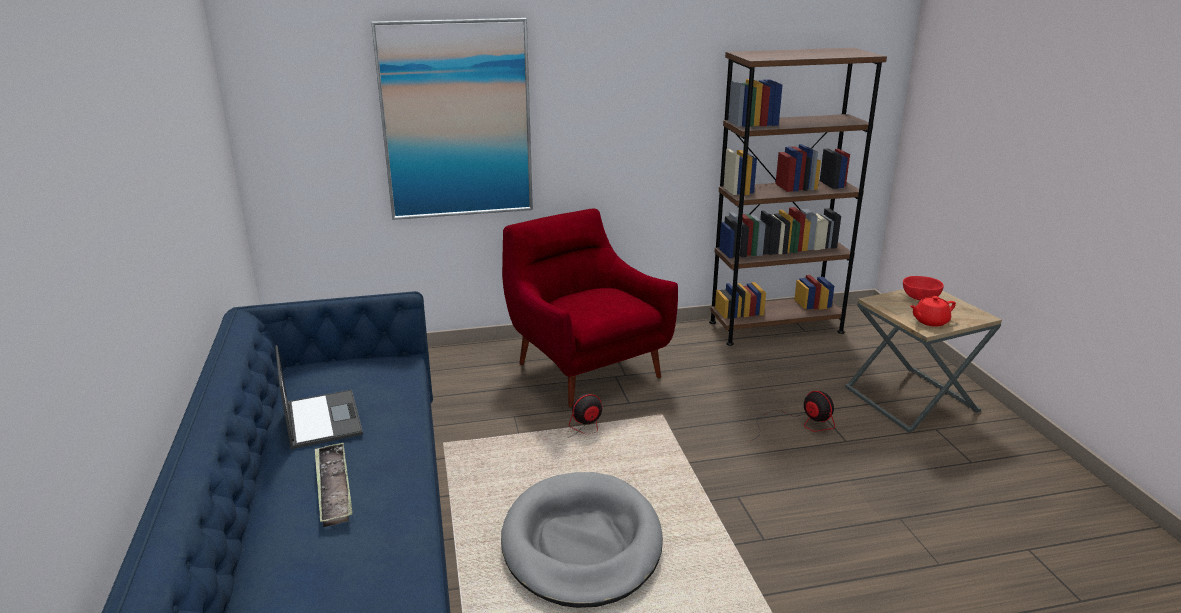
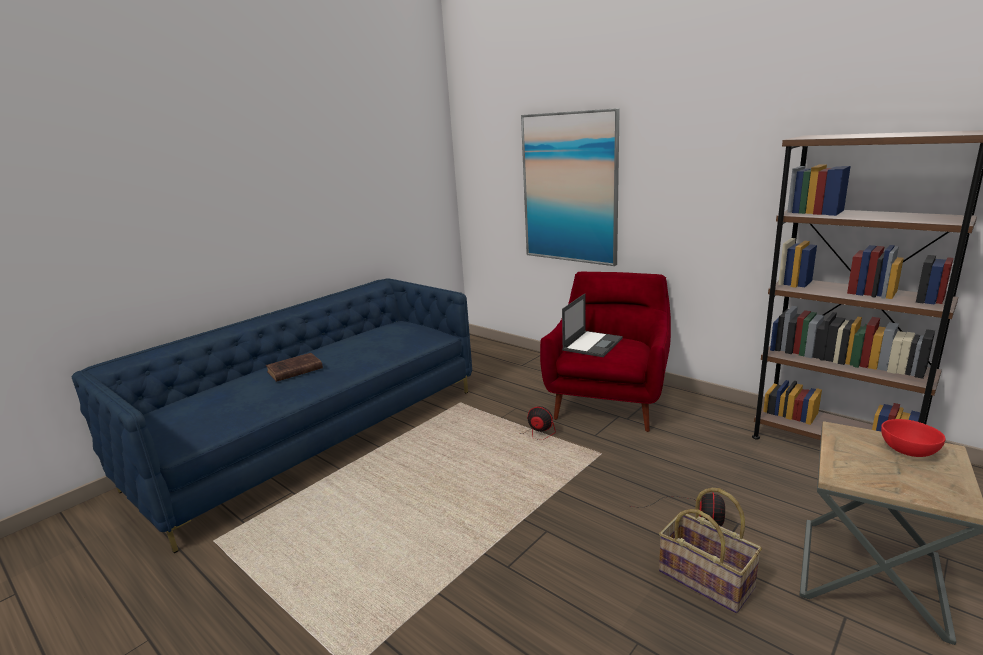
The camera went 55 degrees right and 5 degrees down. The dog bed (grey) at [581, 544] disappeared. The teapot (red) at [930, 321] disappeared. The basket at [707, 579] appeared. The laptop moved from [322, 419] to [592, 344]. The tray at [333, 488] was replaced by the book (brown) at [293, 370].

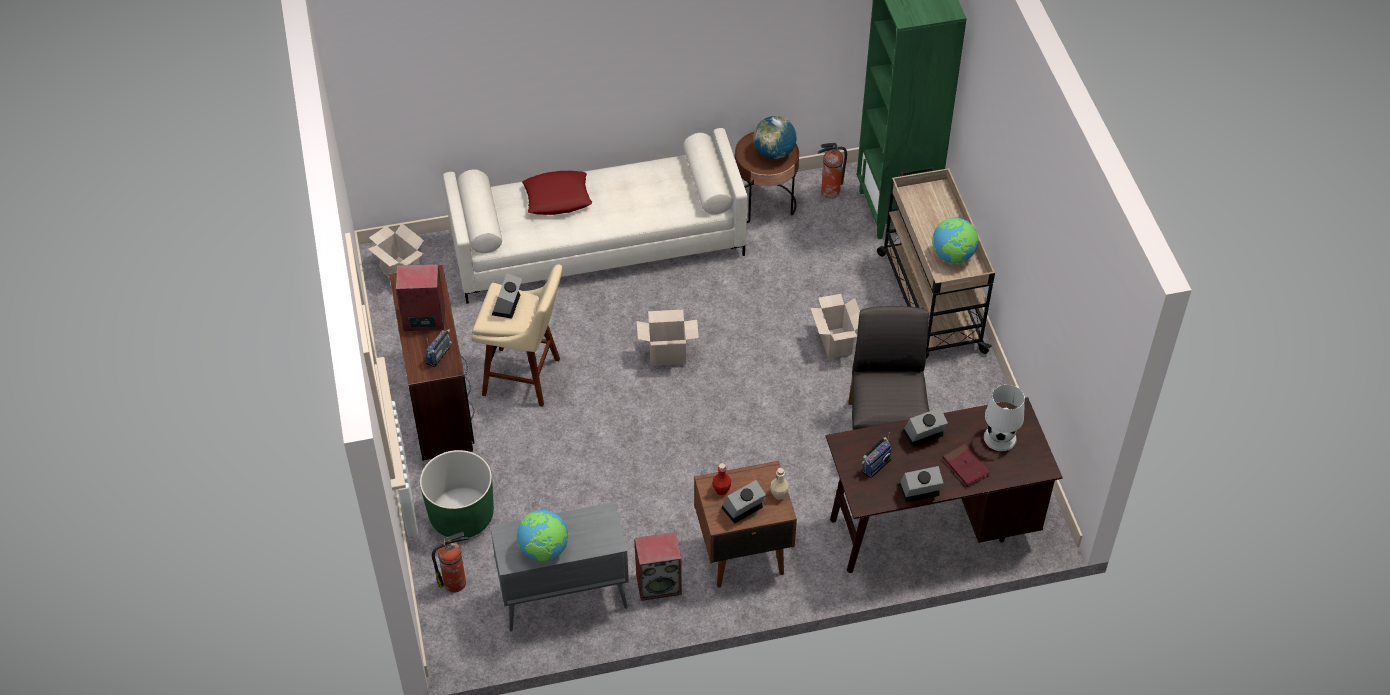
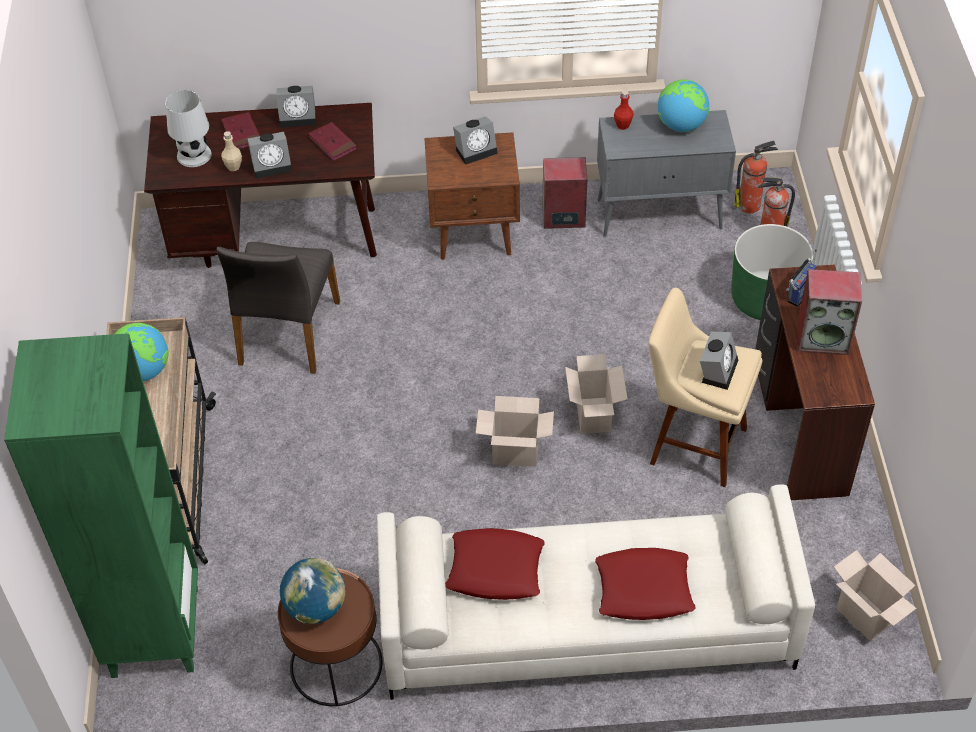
The camera went 170 degrees left and 0 degrees up. The pillow (red) at [495, 569] appeared. The bottle (red) moved from [721, 490] to [623, 125]. The bottle (beige) moved from [779, 495] to [233, 167]. The cardboard box moved from [834, 342] to [594, 417]. The fire extinguisher moved from [829, 192] to [750, 205]. The radio at [875, 465] was replaced by the book (red) at [333, 143].

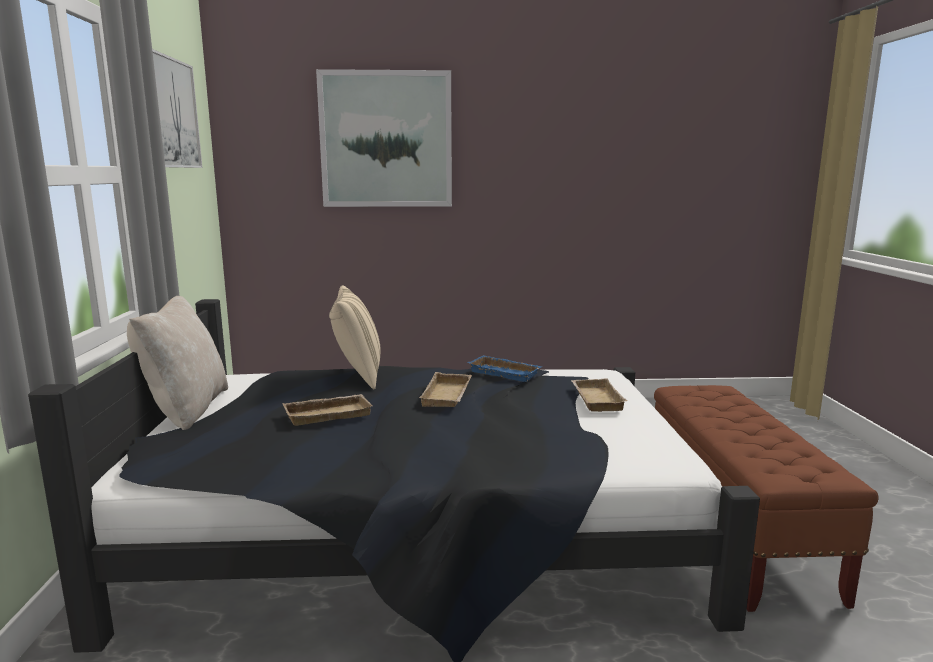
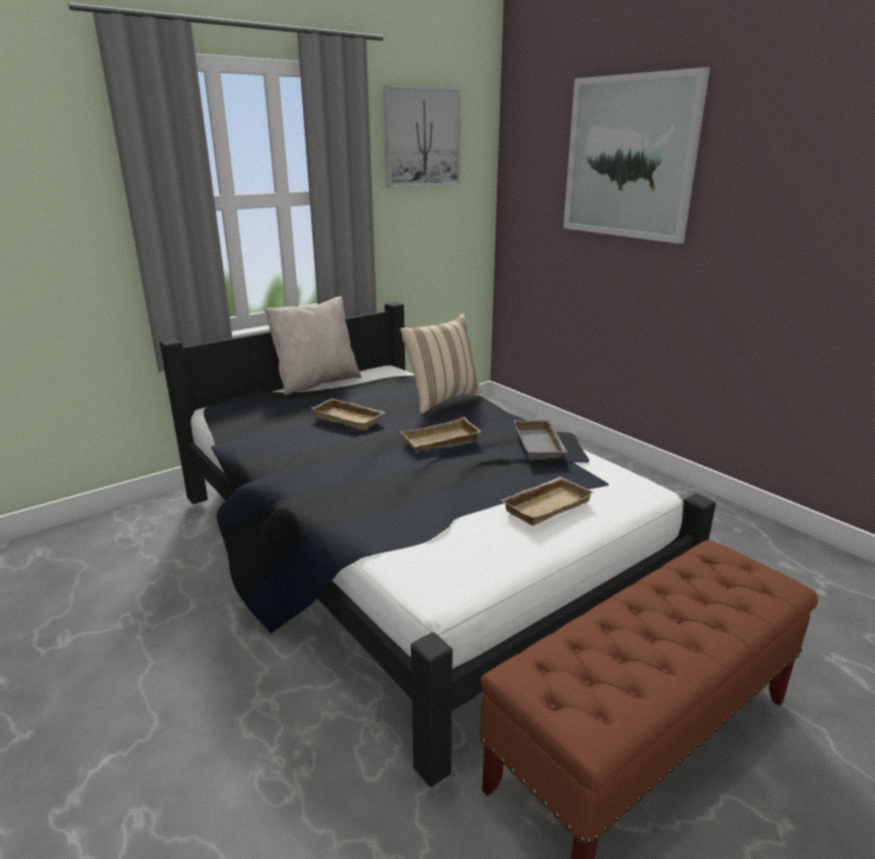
The camera went 55 degrees right and 10 degrees up. The tray (blue) at [506, 373] became the tray (grey) at [541, 444].

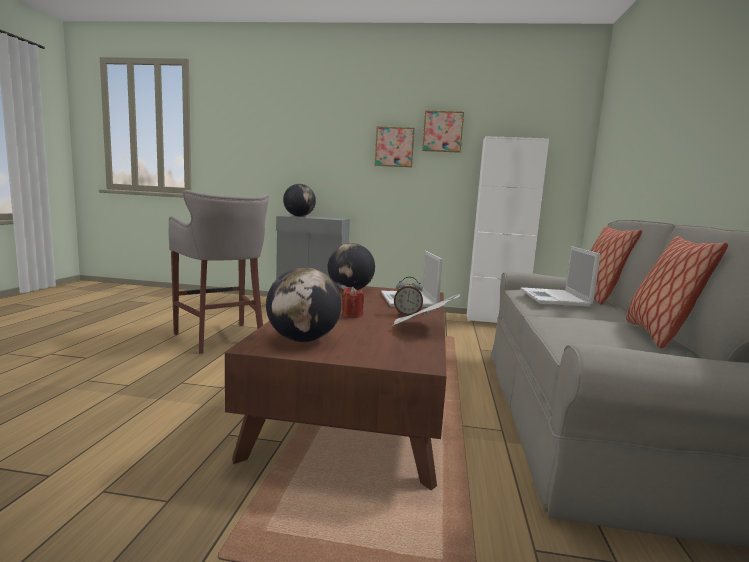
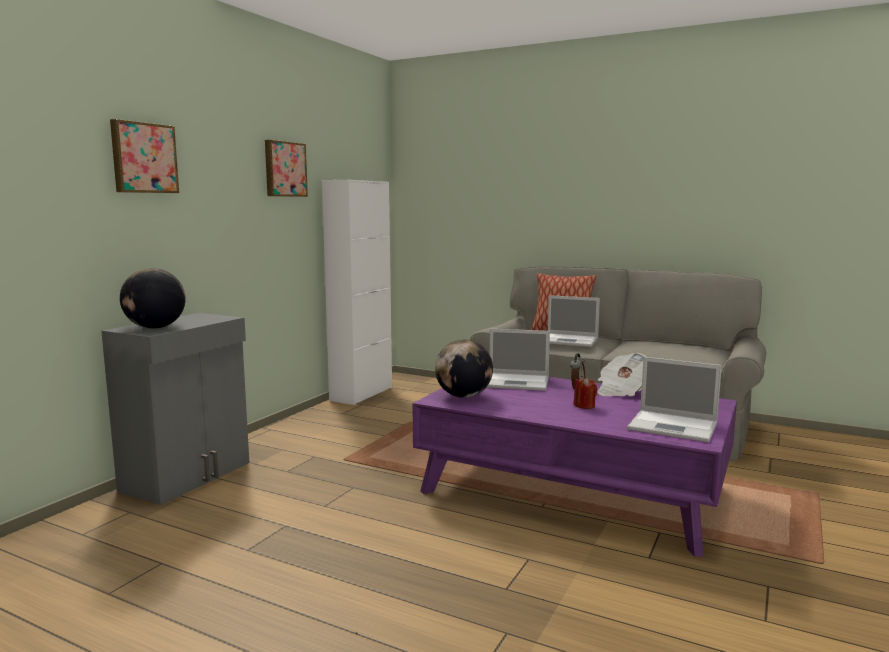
The camera went 70 degrees left and 0 degrees up. The stool (grey) at [221, 338] disappeared. The pillow at [658, 335] disappeared. The picture moved from [394, 147] to [143, 158]. The globe at [303, 340] was replaced by the laptop at [674, 426]. The coffee table (brown) at [360, 400] became the coffee table (purple) at [573, 489].

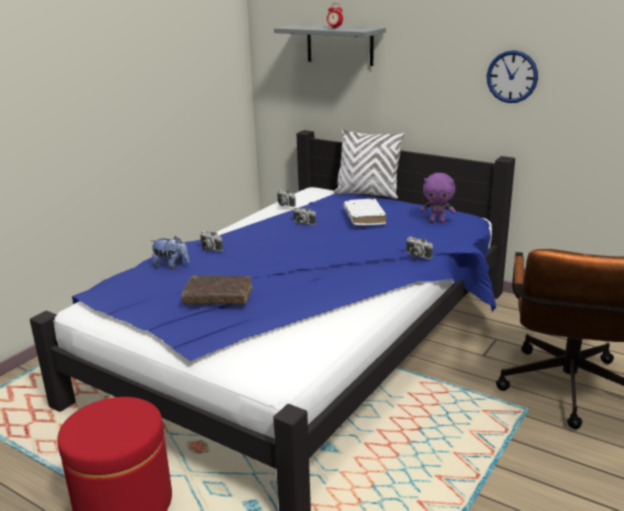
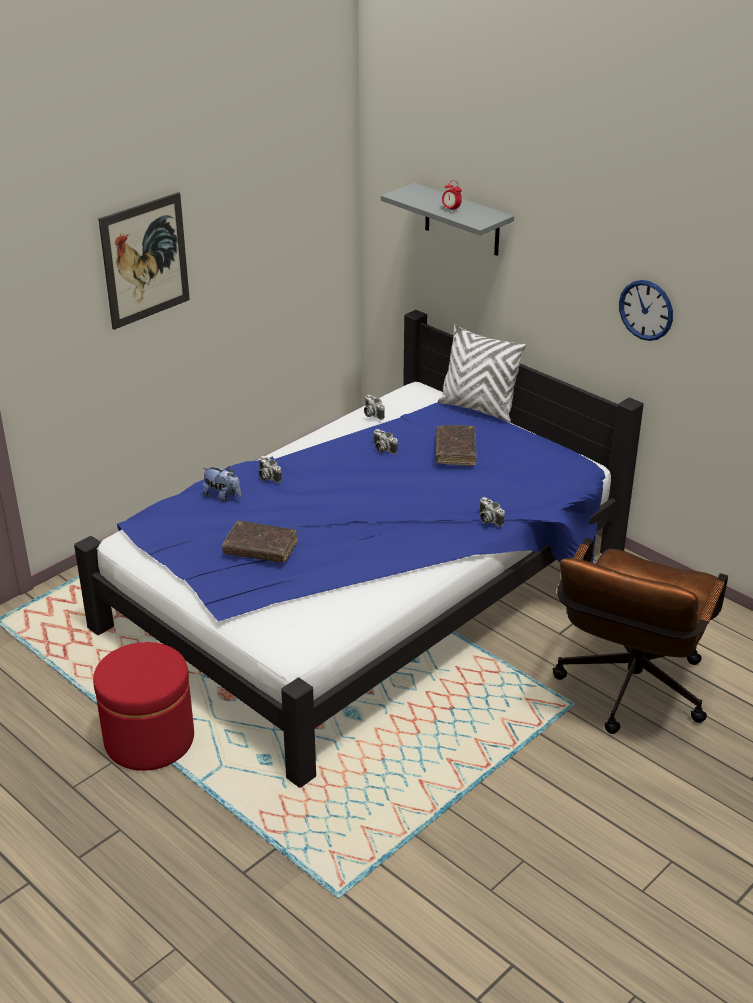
The camera went 10 degrees right and 10 degrees up. The plush toy (purple) at [437, 221] disappeared. The picture at [145, 260] appeared. The book (white) at [364, 217] became the book (brown) at [455, 451].

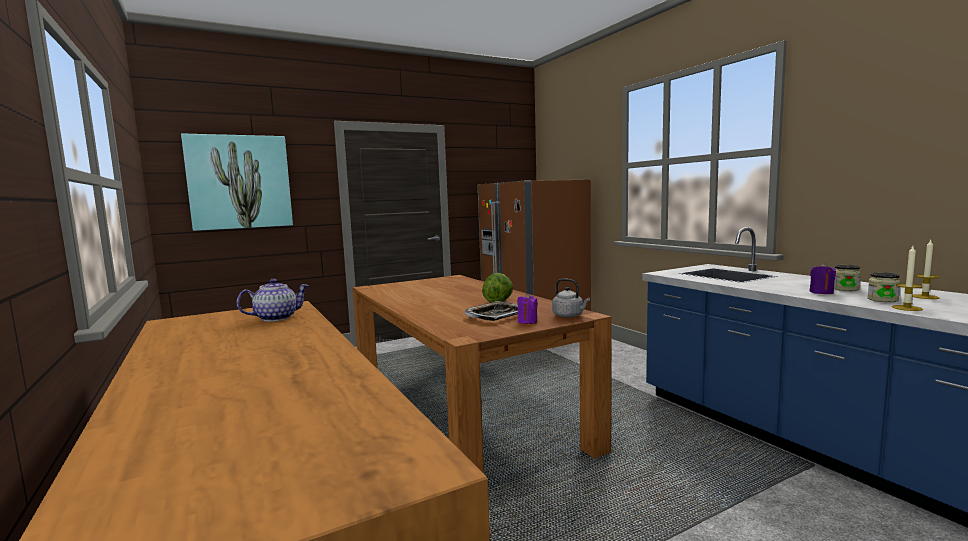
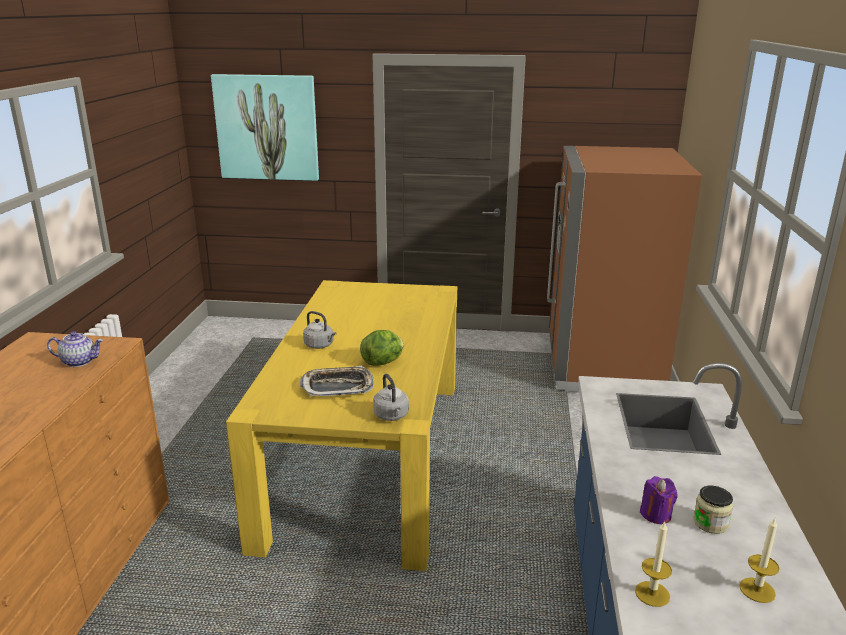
The camera went 35 degrees right and 15 degrees up. The candle (purple) at [527, 321] disappeared. The jar at [882, 299] disappeared. The kettle (grey) at [320, 345] appeared. The dining table (brown) at [463, 412] became the dining table (yellow) at [367, 456].

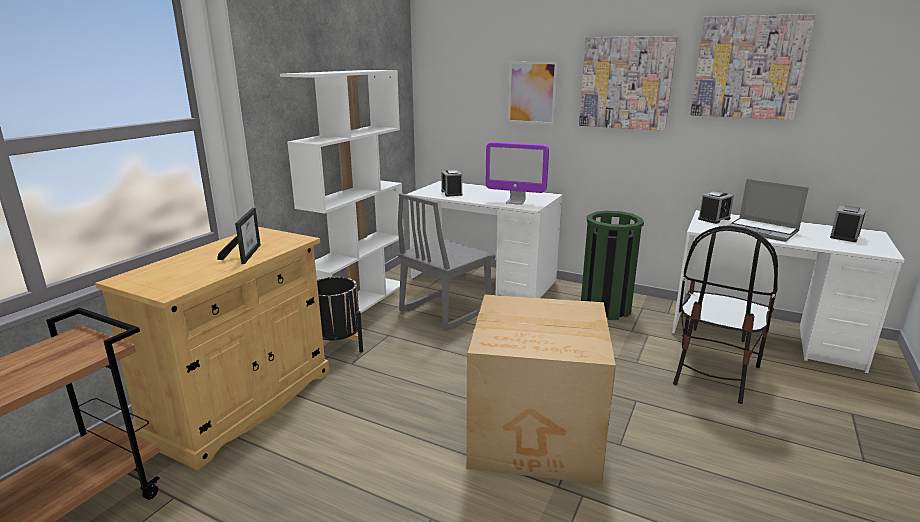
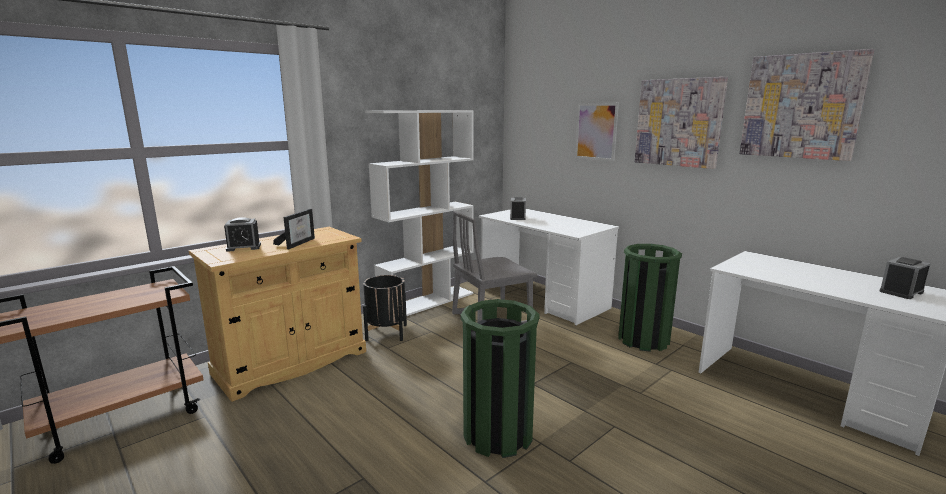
The camera went 20 degrees right and 5 degrees down. The monitor at [515, 202] disappeared. The chair at [712, 373] disappeared. The laptop at [762, 231] disappeared. The alarm clock moved from [714, 219] to [243, 247]. The cardboard box at [537, 434] was replaced by the trash can (green) at [498, 434].

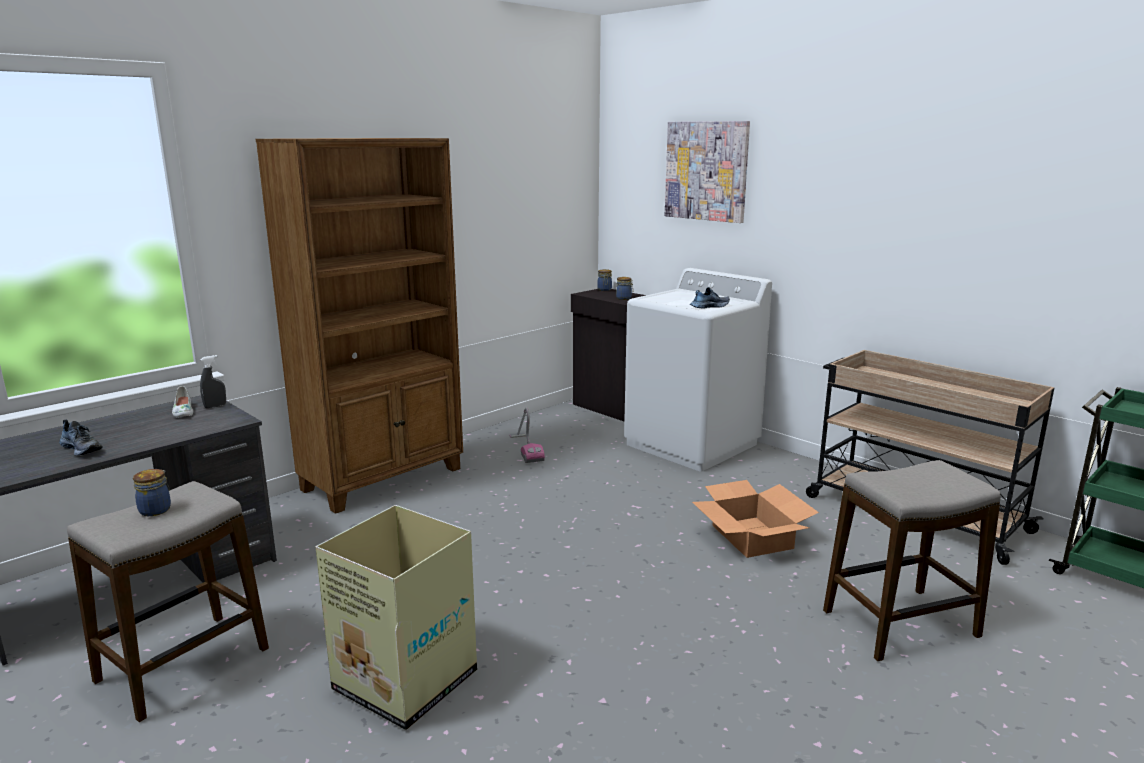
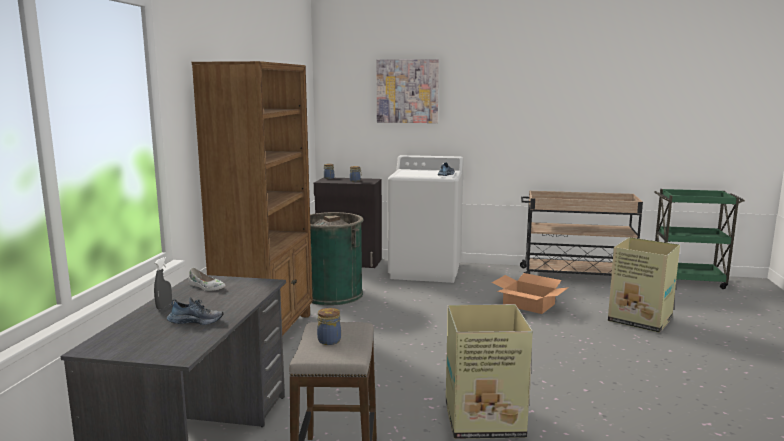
The camera went 35 degrees left and 5 degrees down. The spray bottle (grey) moved from [215, 406] to [164, 306]. The vacuum cleaner at [526, 448] was replaced by the trash can (green) at [332, 294]. The stool at [901, 624] was replaced by the cardboard box at [641, 320].

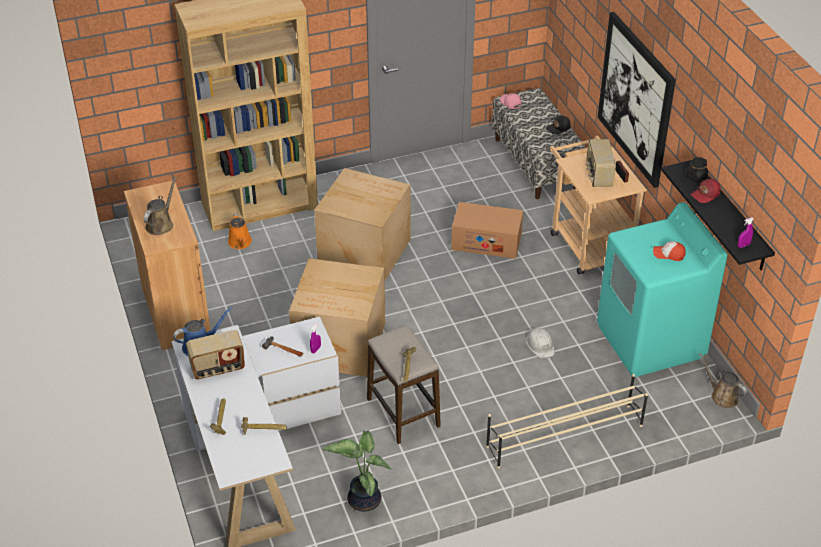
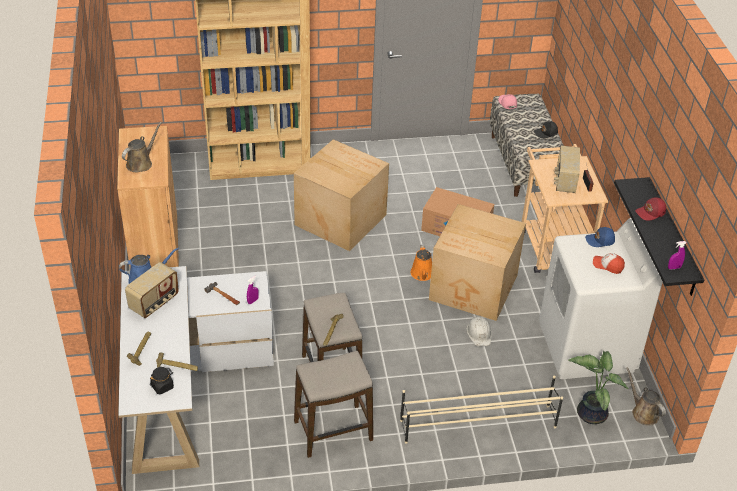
The camera went 10 degrees right and 0 degrees up. The picture at [636, 99] disappeared. The stool at [333, 431] appeared. The cap (blue) at [600, 241] appeared. The watering can (orange) moved from [240, 243] to [422, 274]. The cardboard box moved from [341, 345] to [474, 288]. The potted plant moved from [362, 499] to [590, 412]. The jar (black) moved from [696, 177] to [162, 386]. The washing machine (turquoise) at [650, 341] became the washing machine (white) at [586, 348]. The radio at [217, 368] turned 45 degrees counterclockwise.

